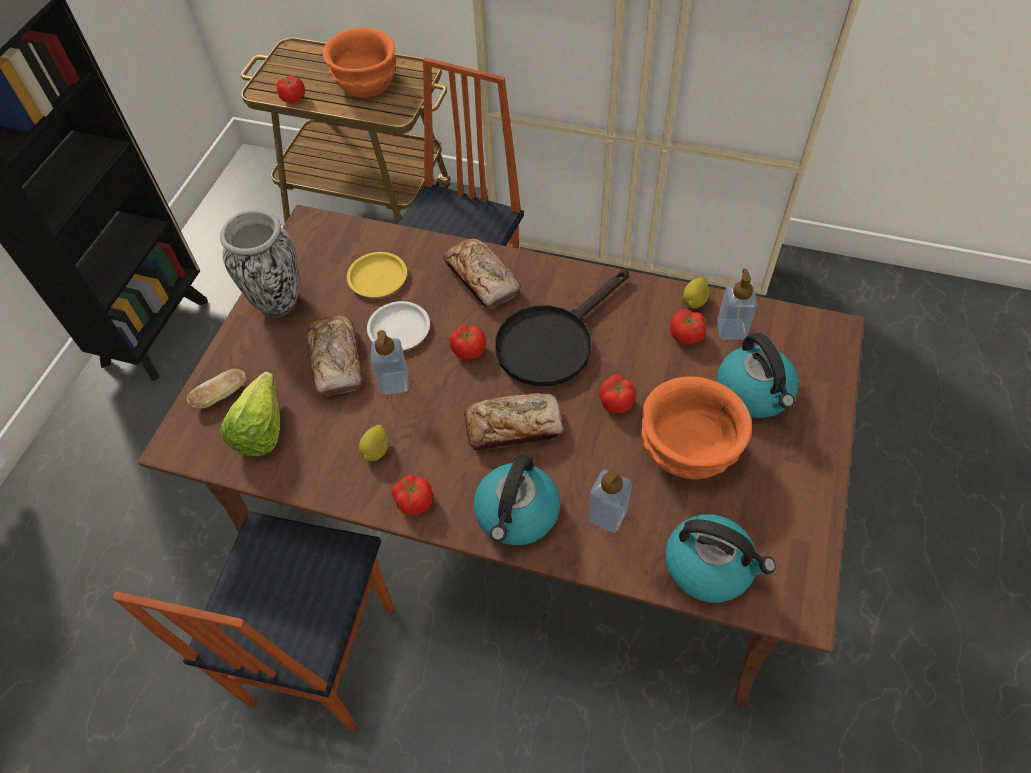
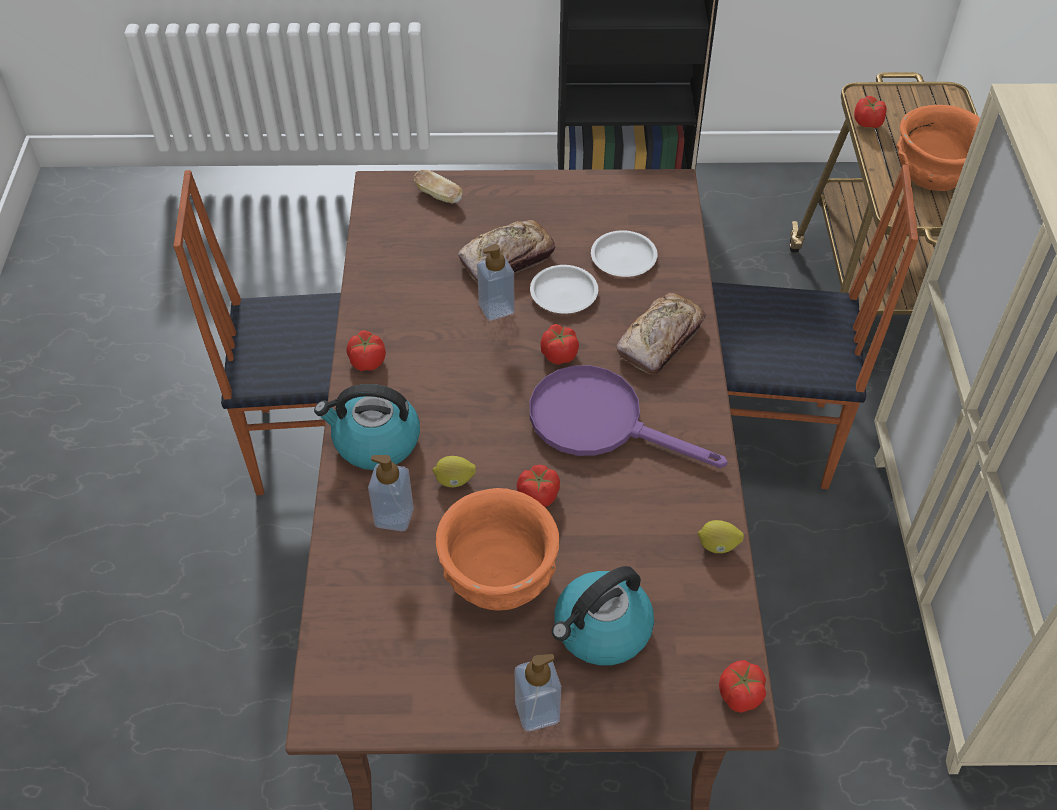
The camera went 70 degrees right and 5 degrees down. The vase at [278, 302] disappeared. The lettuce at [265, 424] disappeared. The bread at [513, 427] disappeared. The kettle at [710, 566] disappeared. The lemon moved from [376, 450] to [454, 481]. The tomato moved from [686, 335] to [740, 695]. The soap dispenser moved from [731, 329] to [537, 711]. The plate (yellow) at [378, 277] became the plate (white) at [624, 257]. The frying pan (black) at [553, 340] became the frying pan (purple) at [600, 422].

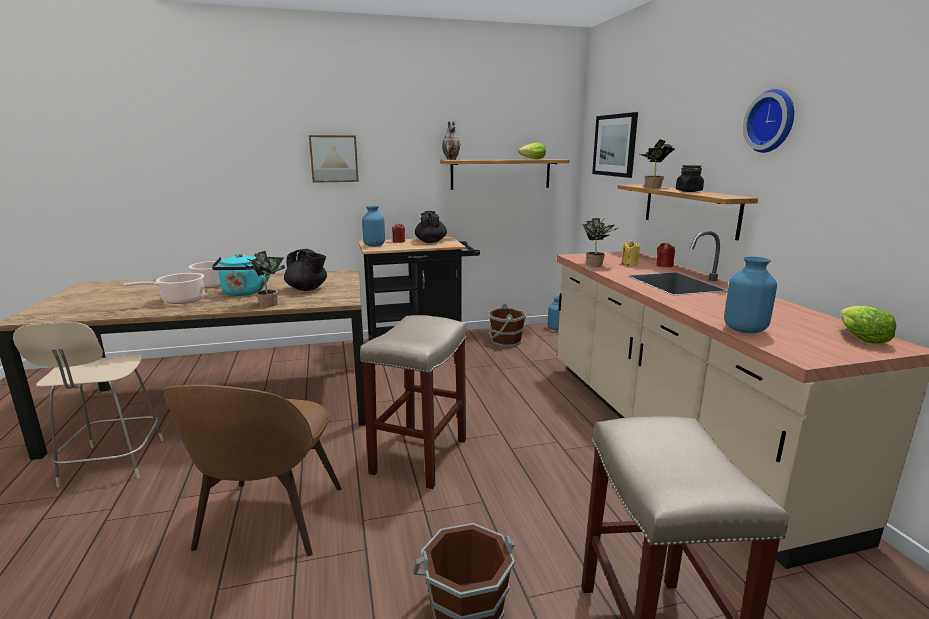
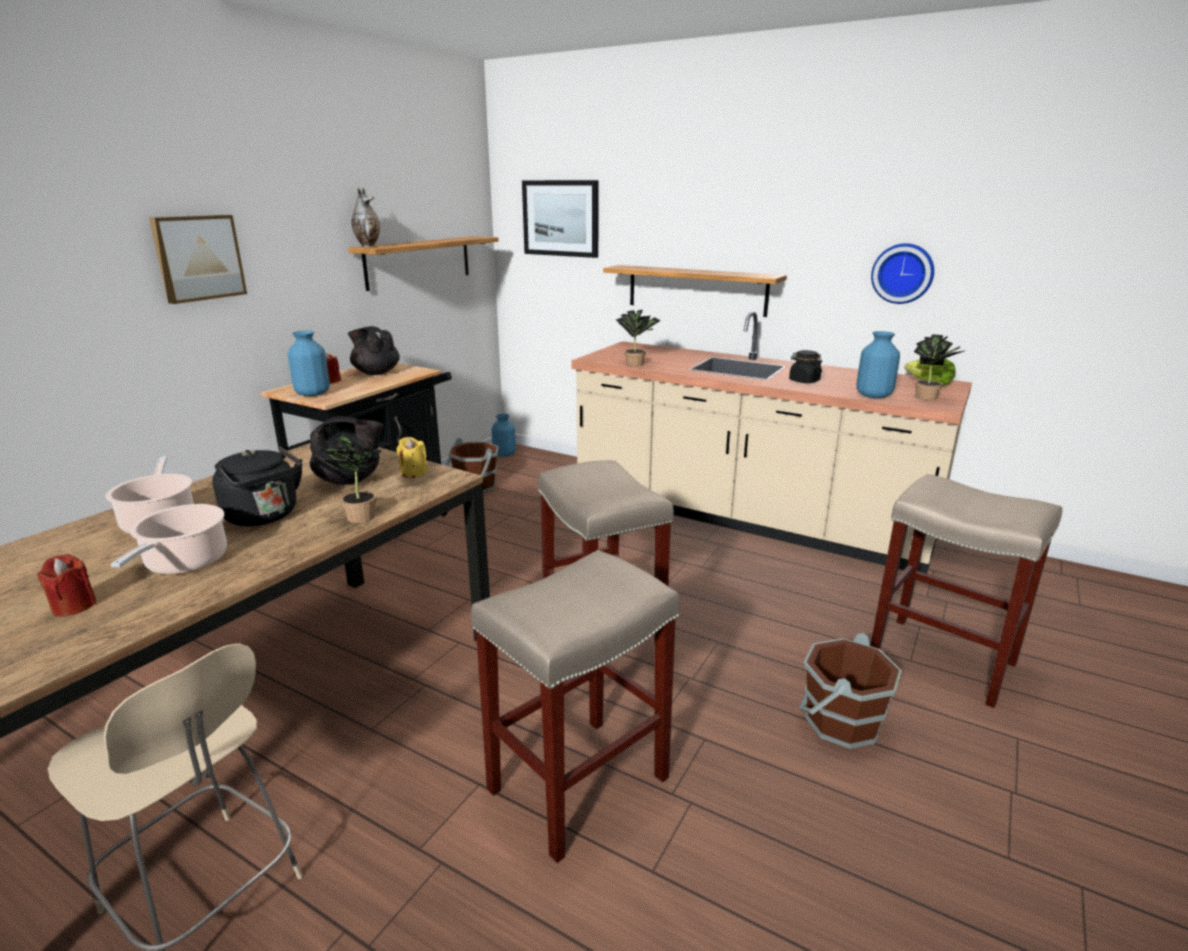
The camera went 45 degrees left and 5 degrees up. The lettuce at [533, 159] disappeared. The candle (yellow) moved from [630, 263] to [413, 473]. The potted plant moved from [654, 187] to [929, 398]. The candle (red) moved from [664, 265] to [74, 606]. The jar (black) moved from [688, 191] to [804, 381]. The wall clock moved from [772, 121] to [903, 273]. The chair (brown) at [269, 521] was replaced by the stool (beige) at [577, 785]. The kettle (turquoise) at [243, 293] became the kettle (black) at [265, 516].

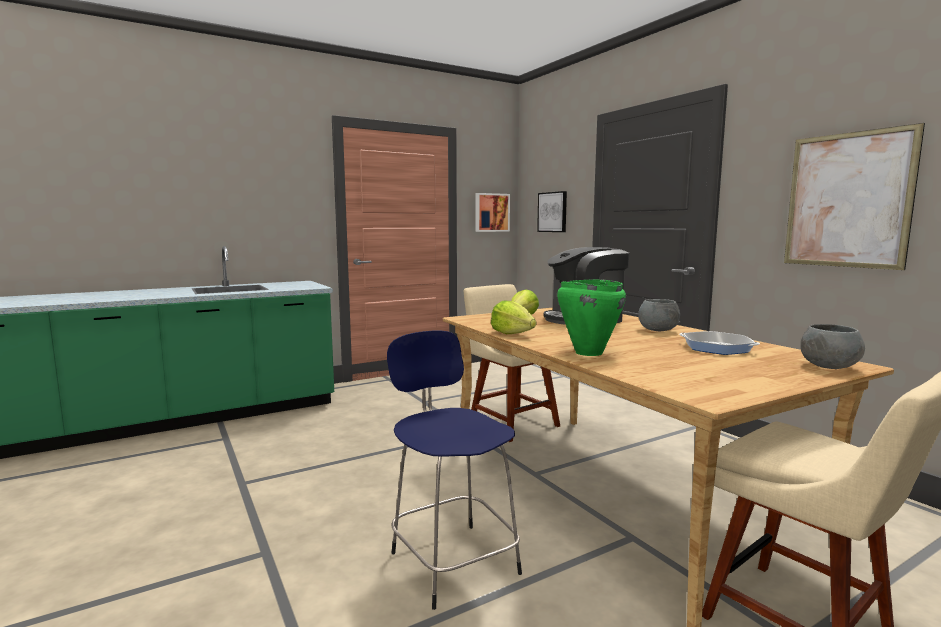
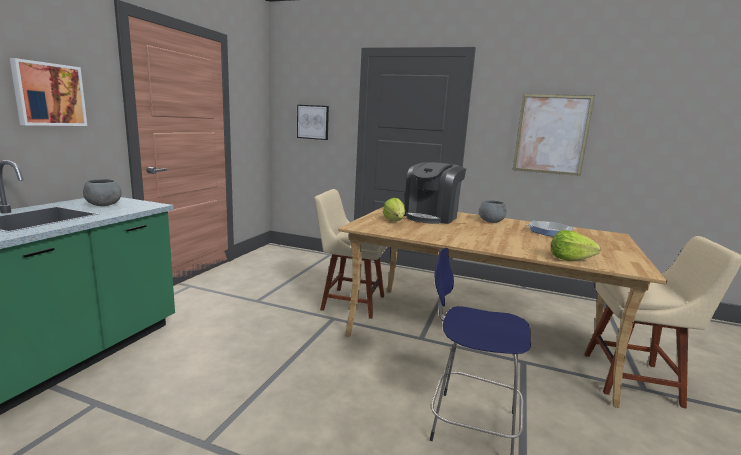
The camera went 40 degrees left and 5 degrees up. The cooking pot (green) at [588, 353] disappeared. The picture moved from [491, 212] to [49, 94]. The lettuce moved from [512, 333] to [570, 259]. The bowl (grey) moved from [828, 367] to [103, 205].

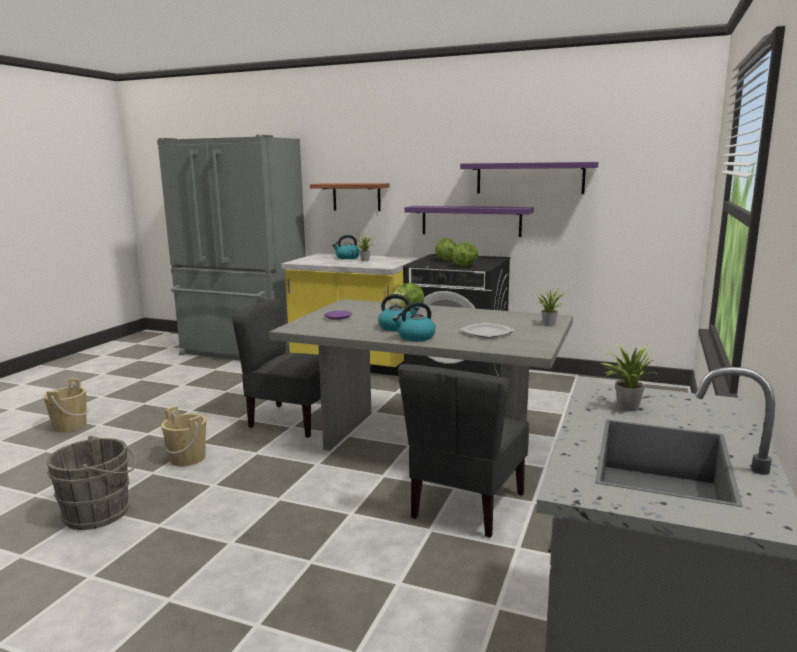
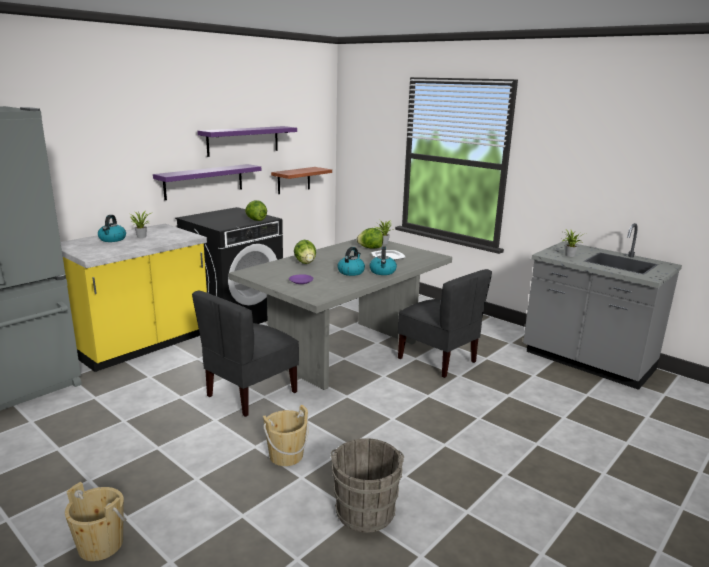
The camera went 70 degrees left and 5 degrees up. The shelf moved from [356, 197] to [293, 180]. The lettuce moved from [445, 261] to [370, 248].

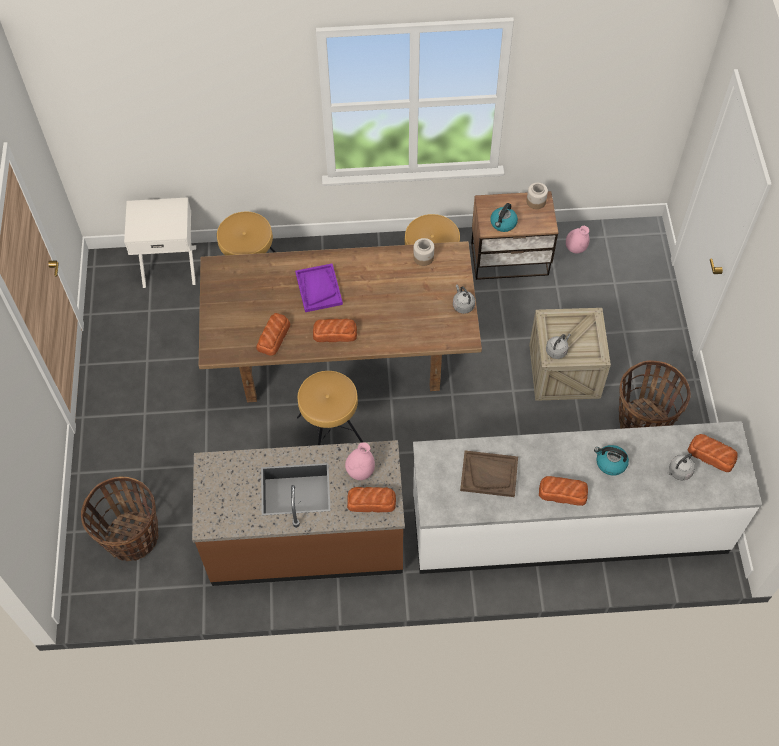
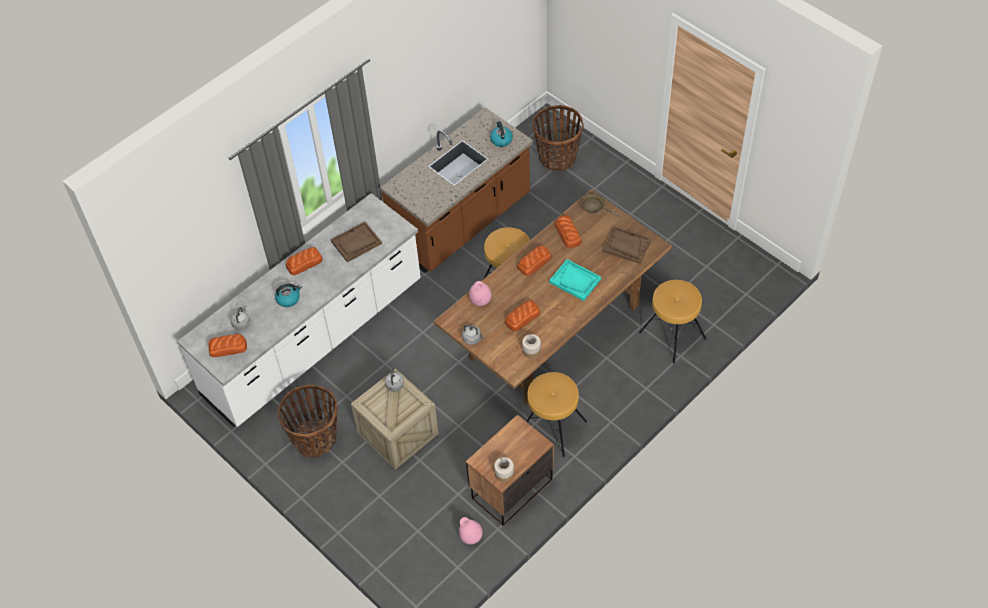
The camera went 140 degrees right and 5 degrees down. The nightstand (white) at [169, 265] disappeared. The frying pan (brown) at [594, 207] appeared. The tray (brown) at [626, 246] appeared. The vase (pink) moved from [360, 471] to [480, 301]. The bread moved from [372, 502] to [522, 318]. The kettle moved from [503, 223] to [501, 139]. The tray (purple) at [318, 288] became the tray (turquoise) at [575, 281].

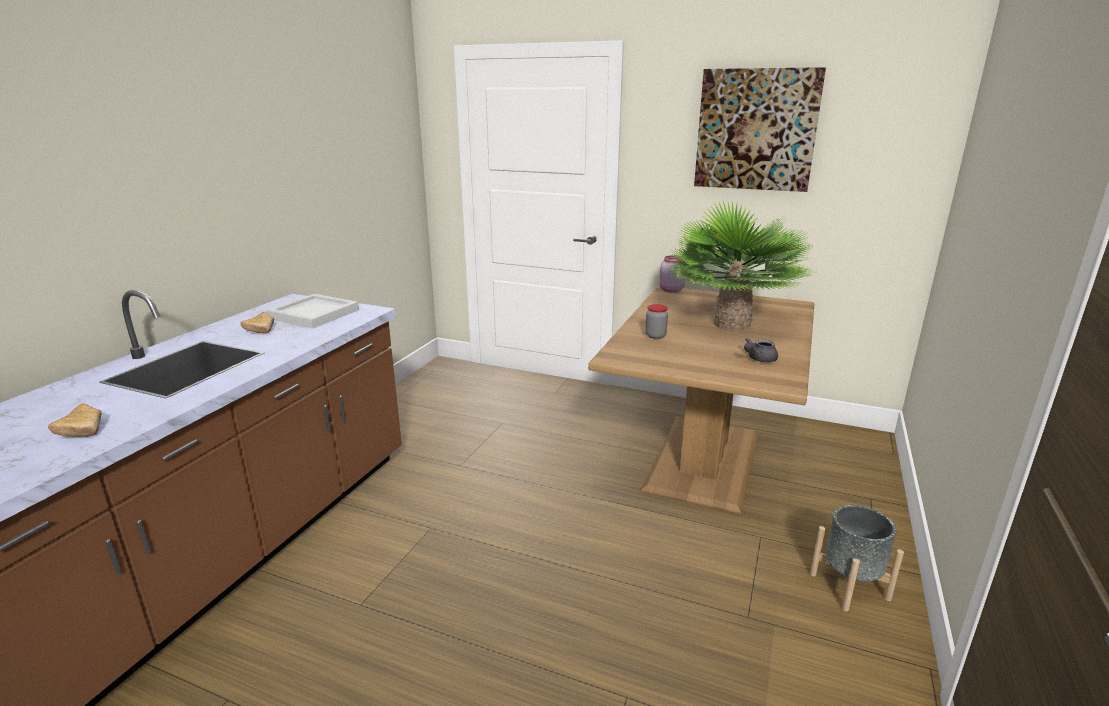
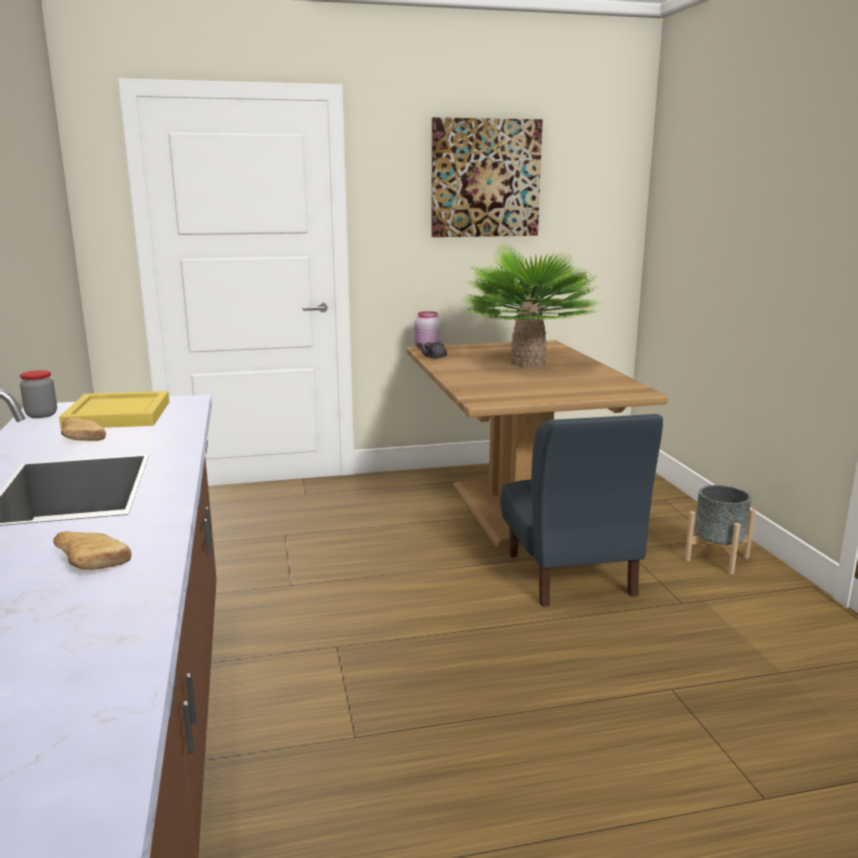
The camera went 35 degrees left and 5 degrees down. The chair (blue) at [570, 574] appeared. The jar moved from [655, 336] to [41, 415]. The teapot (grey) moved from [758, 359] to [433, 357]. The tray (white) at [314, 313] became the tray (yellow) at [117, 414].

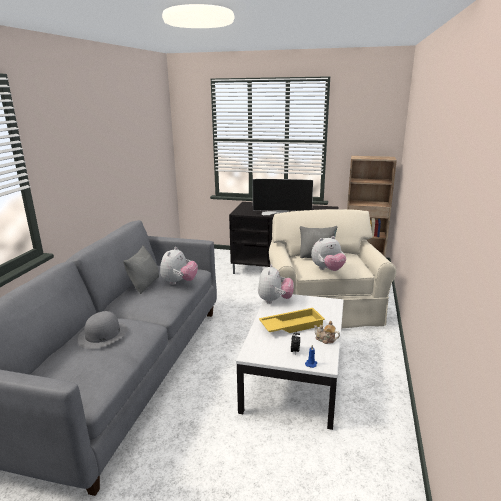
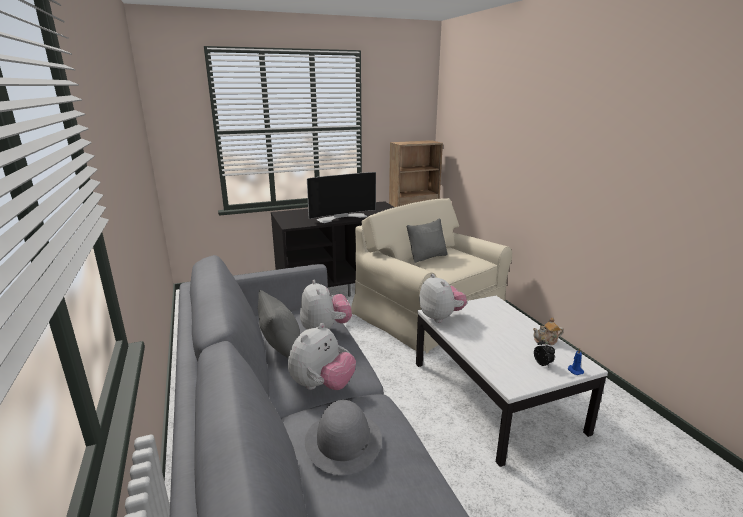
The camera went 35 degrees left and 0 degrees up. The tray (yellow) at [291, 325] disappeared. The plush toy moved from [327, 269] to [322, 386].

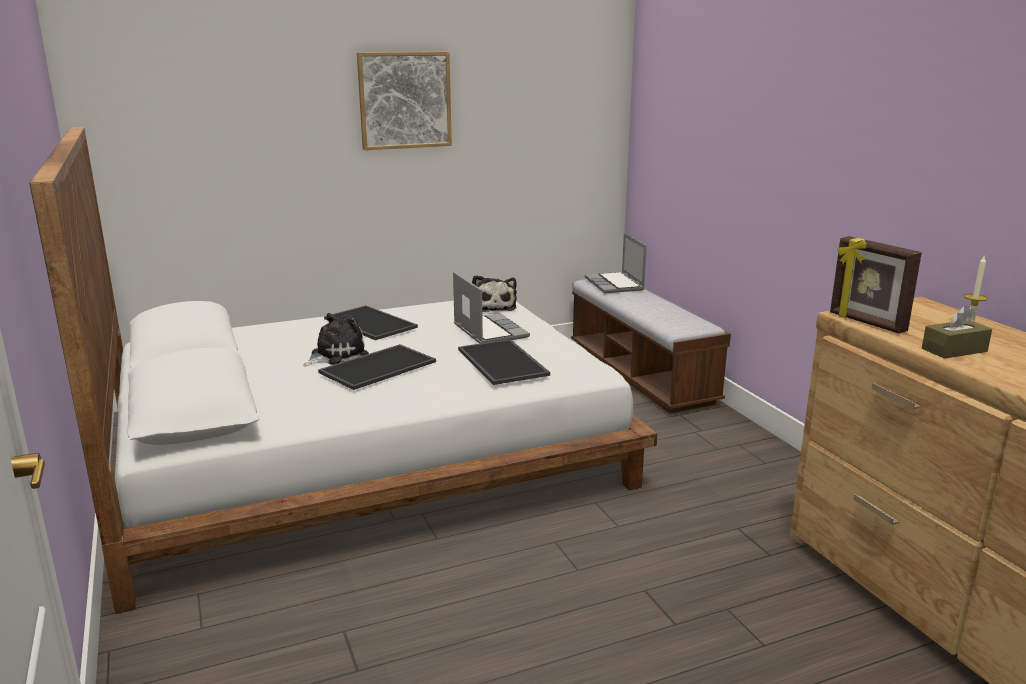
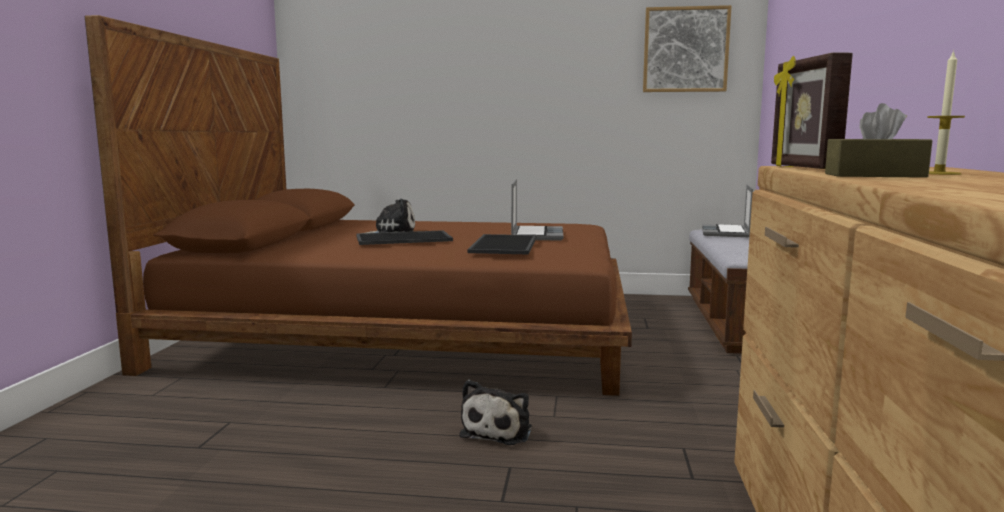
The camera went 30 degrees right and 10 degrees down. The tray at [368, 323] disappeared. The picture moved from [405, 100] to [685, 50]. The plush toy moved from [492, 307] to [499, 431]. The bed (white) at [368, 456] became the bed (brown) at [412, 331].

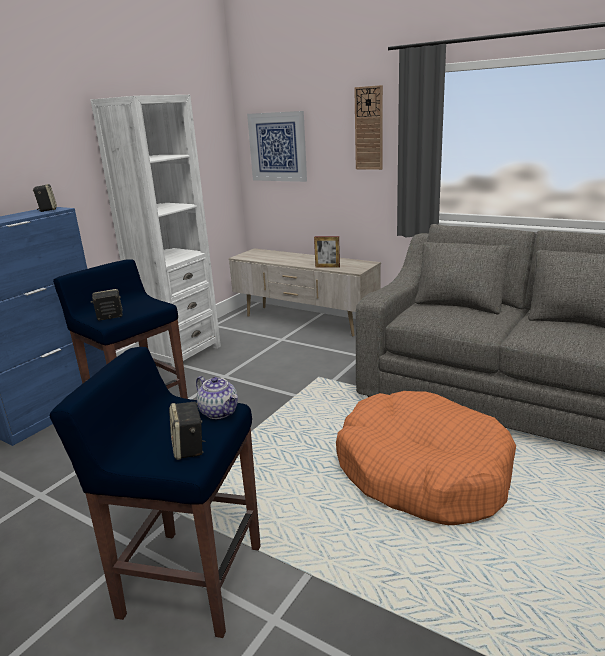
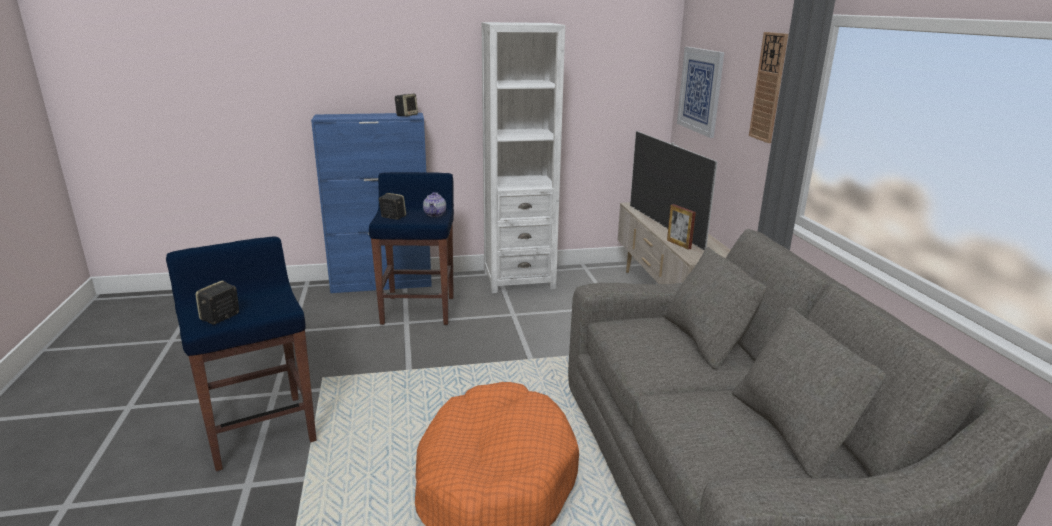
The camera went 45 degrees right and 0 degrees up. The television at [665, 226] appeared. The teapot moved from [219, 412] to [435, 214].

